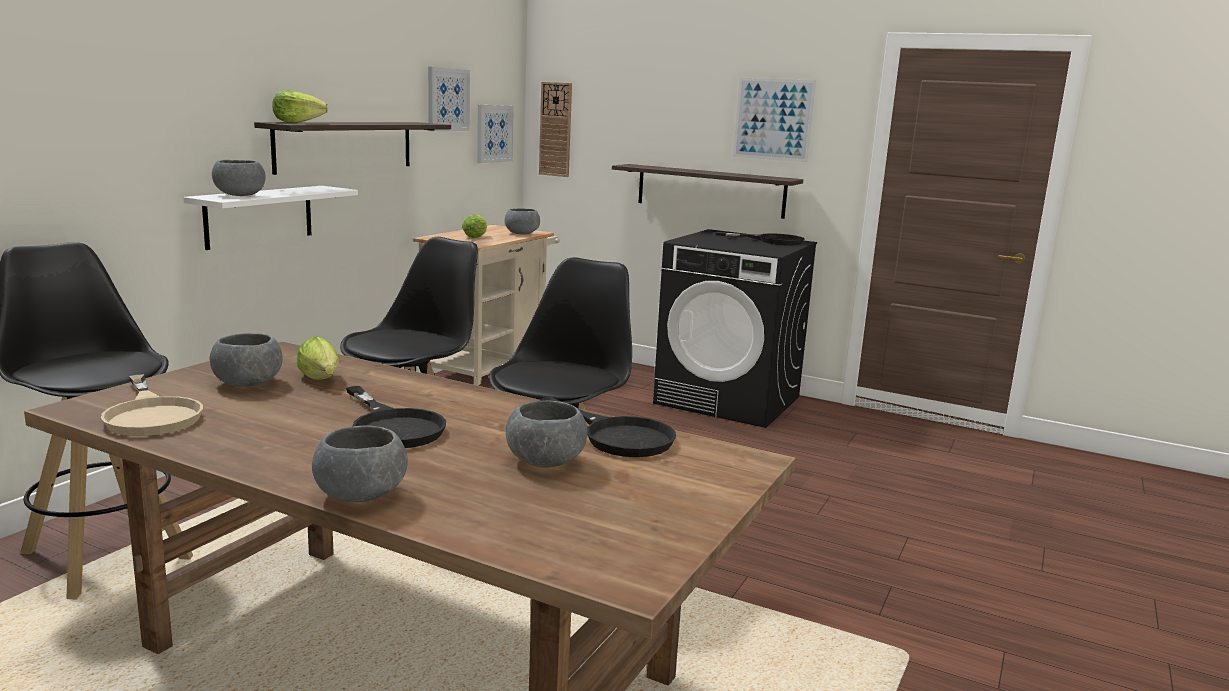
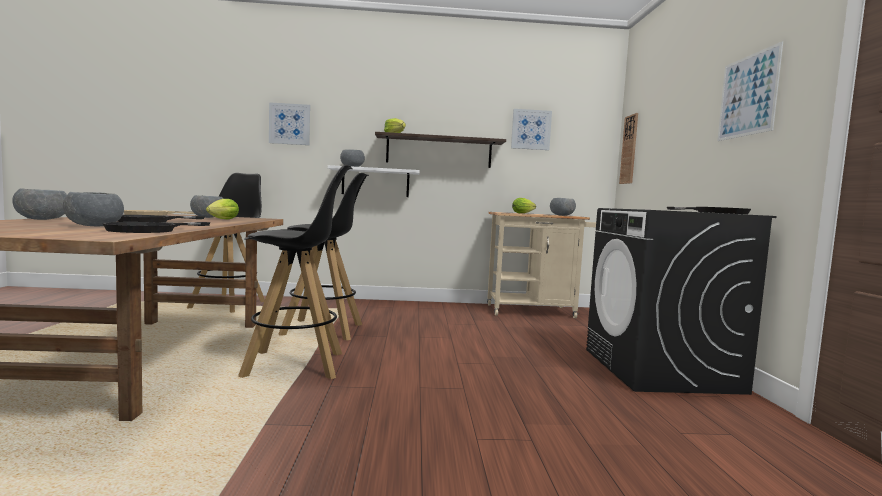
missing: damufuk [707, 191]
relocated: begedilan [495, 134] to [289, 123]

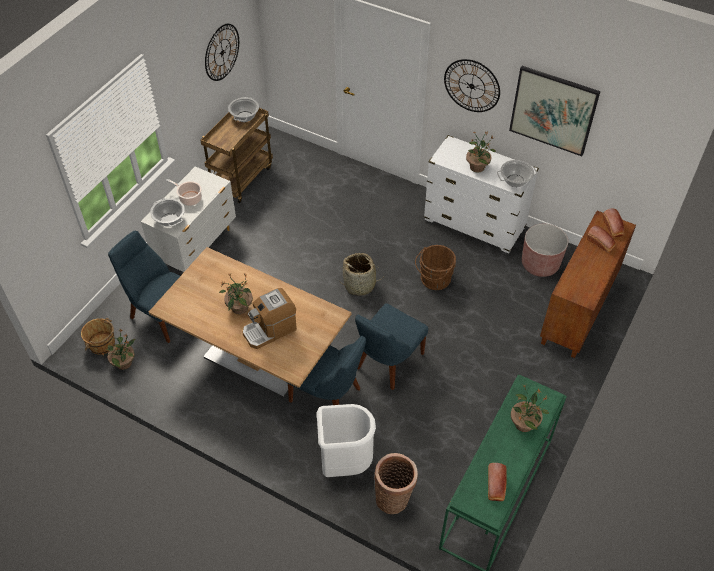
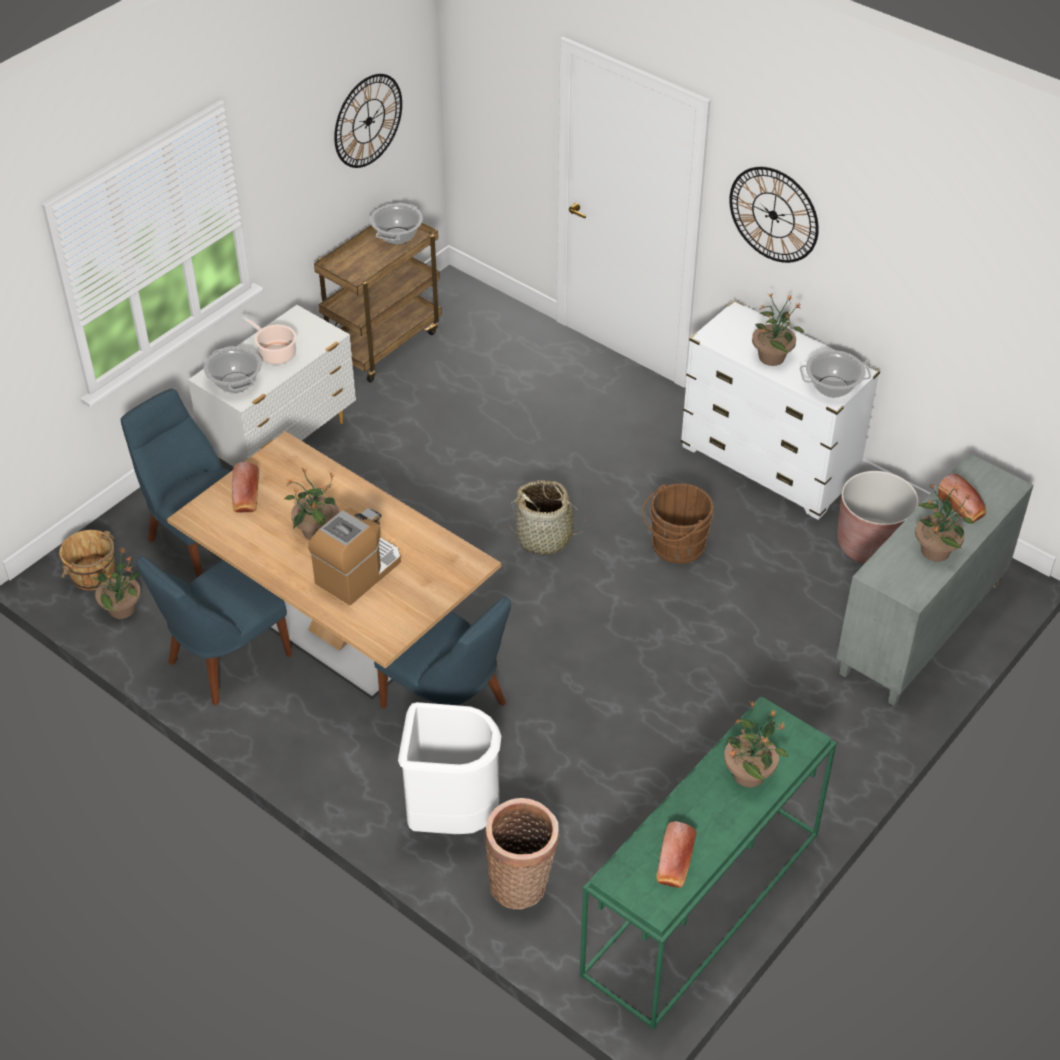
missing: begedilan [554, 111]
appeared: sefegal [944, 522]
relocated: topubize [614, 223] to [245, 487]; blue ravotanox [391, 346] to [214, 631]
colour: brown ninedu [588, 284] to grey ninedu [934, 579]
spun: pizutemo [269, 318] = [354, 556] 150 degrees clockwise

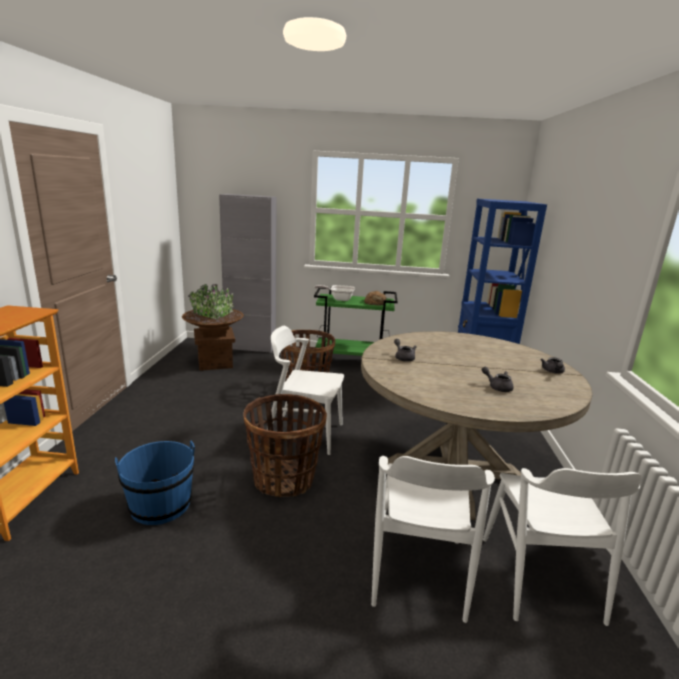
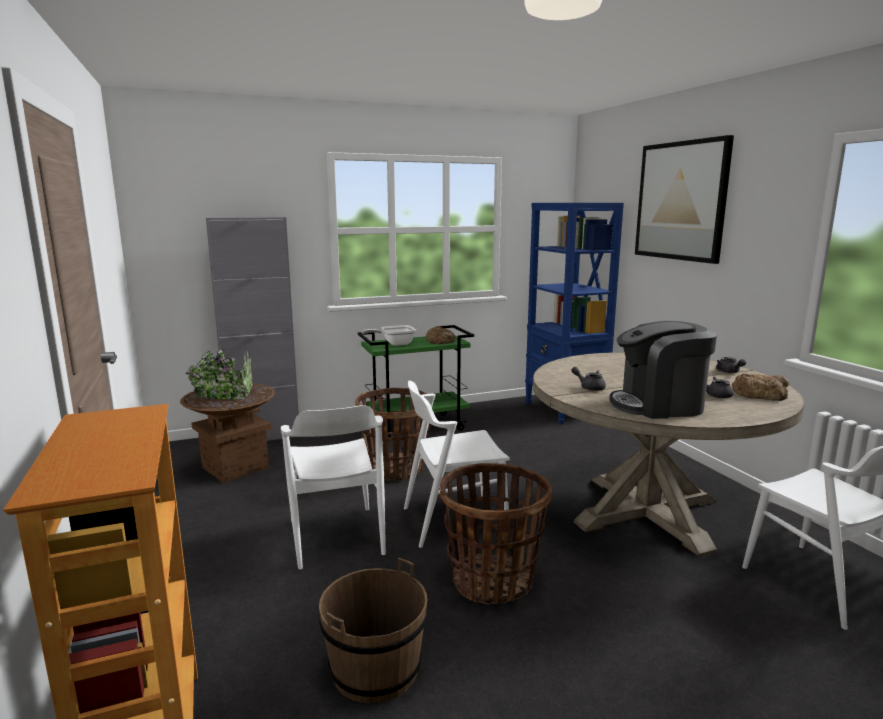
appeared: begedilan [684, 199]; pizutemo [663, 370]; topubize [760, 387]
relocated: white ravotanox [433, 539] to [333, 487]
colour: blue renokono [155, 482] to brown renokono [373, 630]

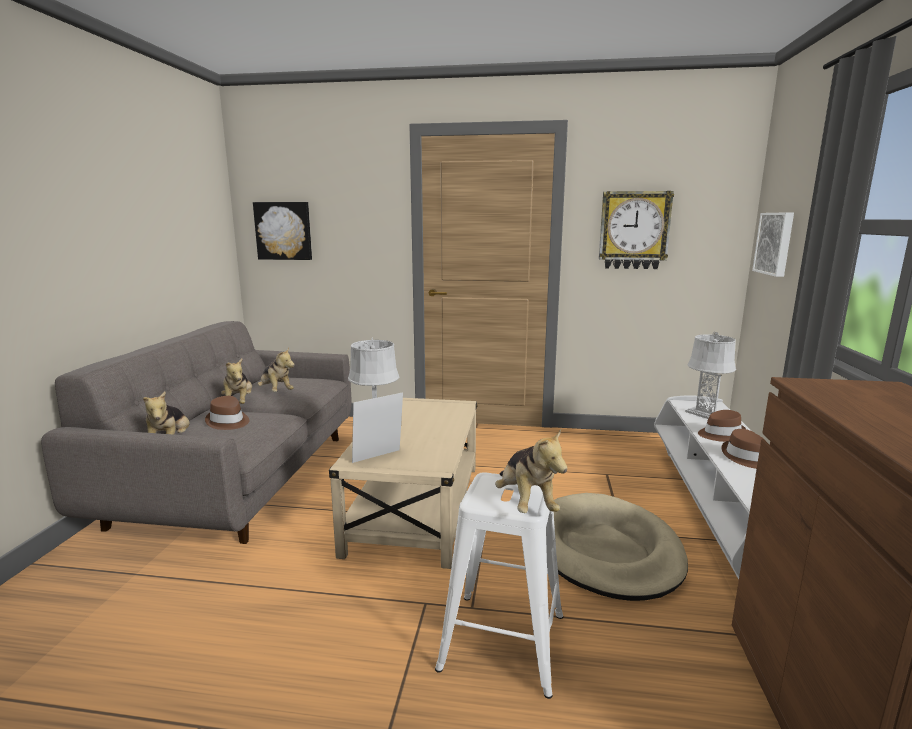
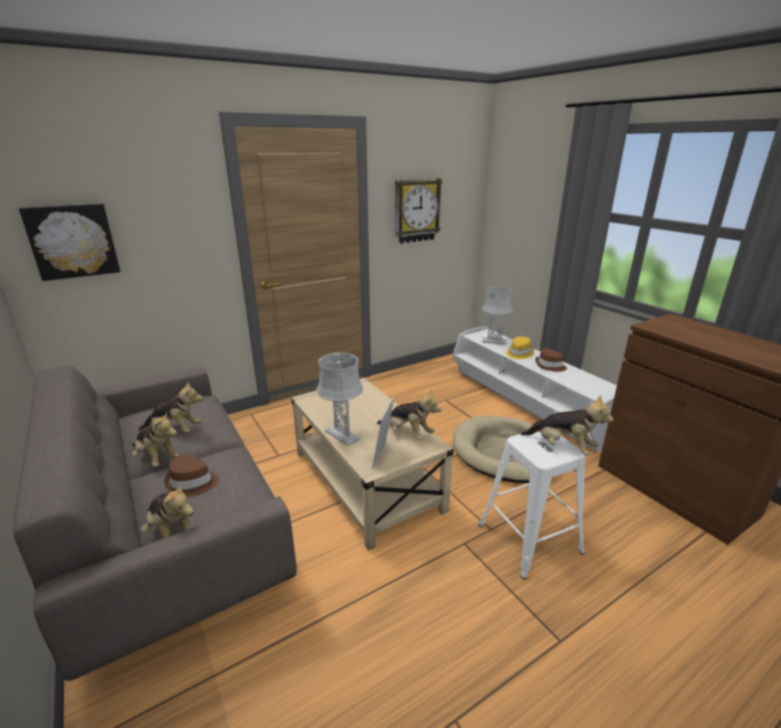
missing: begedilan [773, 244]
appeared: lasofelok [409, 414]
colour: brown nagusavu [722, 426] to yellow nagusavu [520, 347]

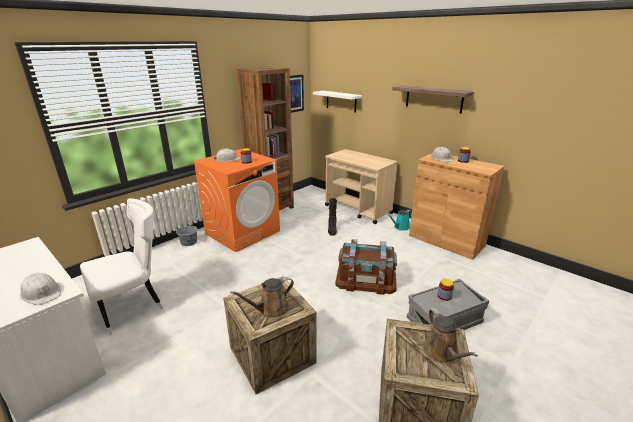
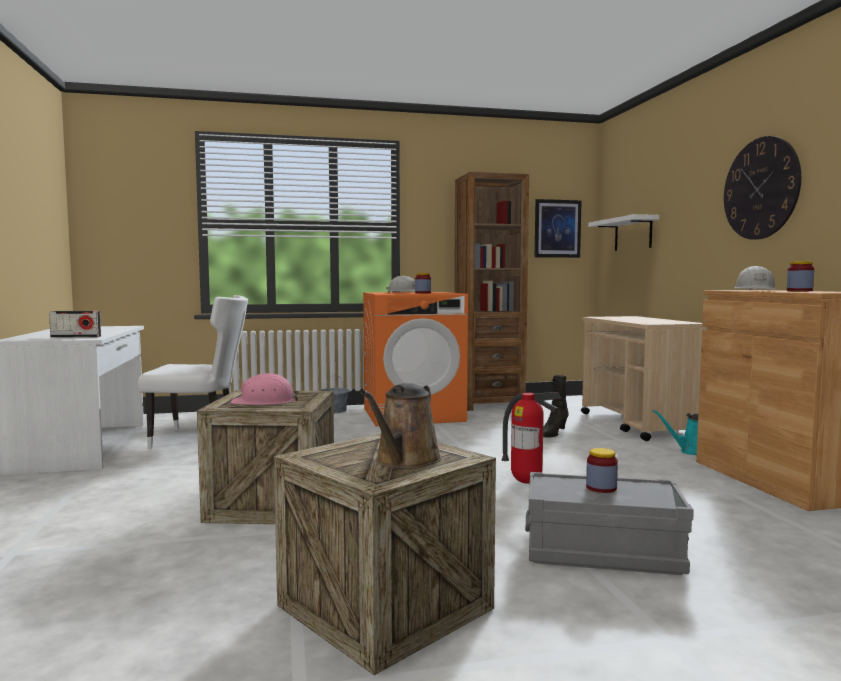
exchanged: damufuk [432, 99] to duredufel [762, 188]; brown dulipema [366, 267] to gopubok [531, 437]; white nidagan [40, 289] to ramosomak [75, 324]; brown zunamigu [262, 297] to pink nidagan [265, 389]

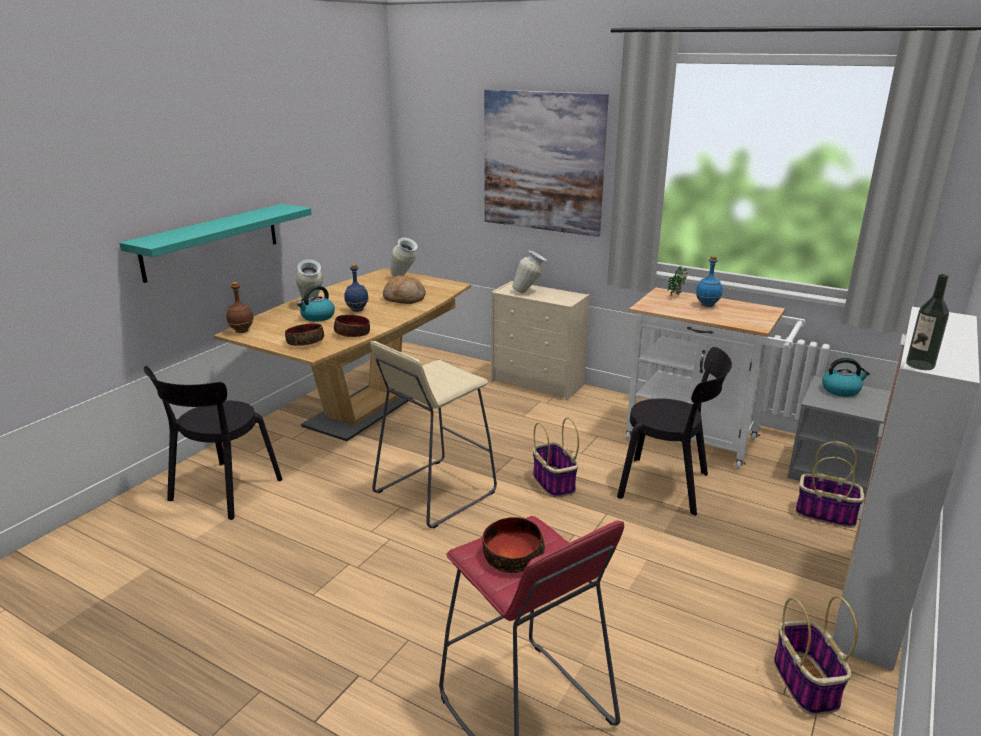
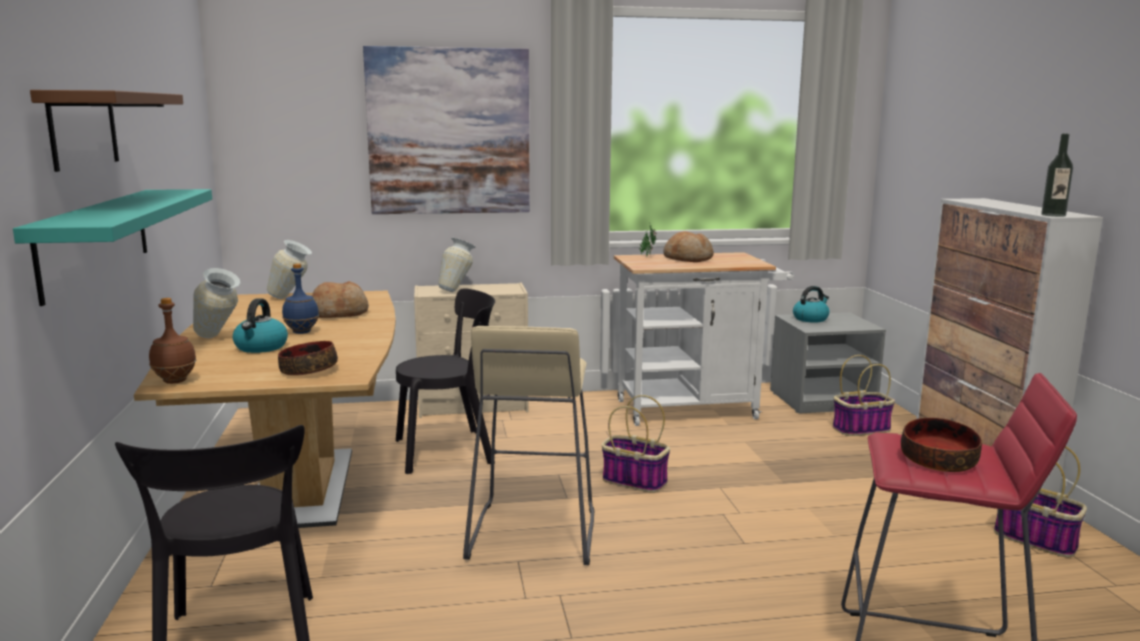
missing: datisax [352, 326]
appeared: brown damufuk [106, 131]
relocated: black ravotanox [674, 431] to [445, 381]
exchanged: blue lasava [709, 281] to topubize [688, 246]

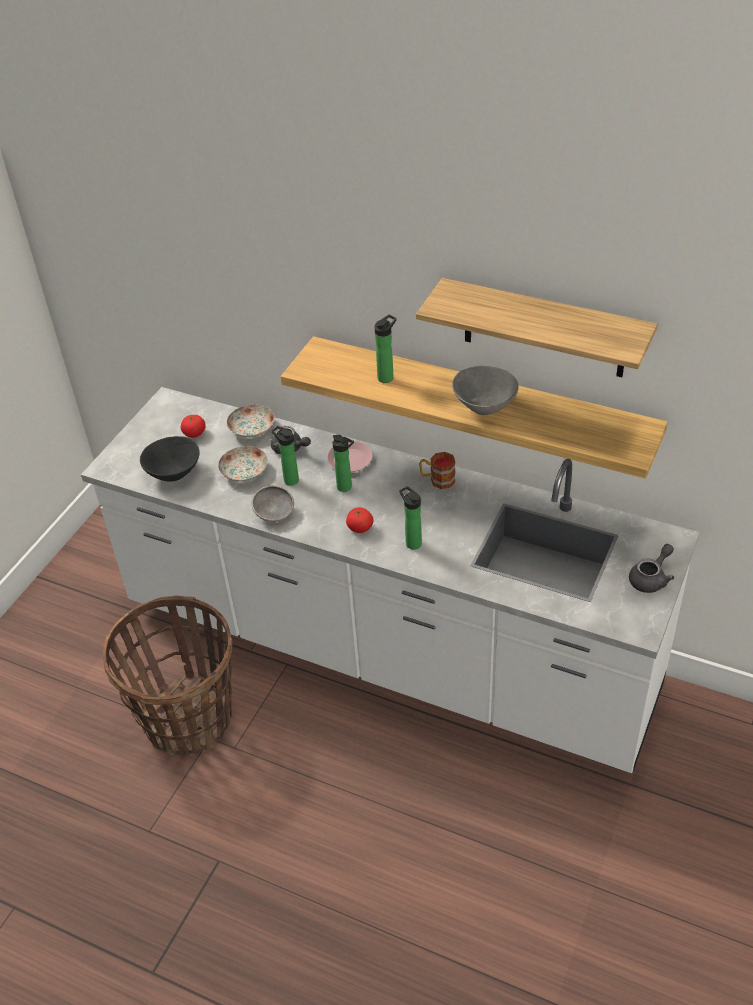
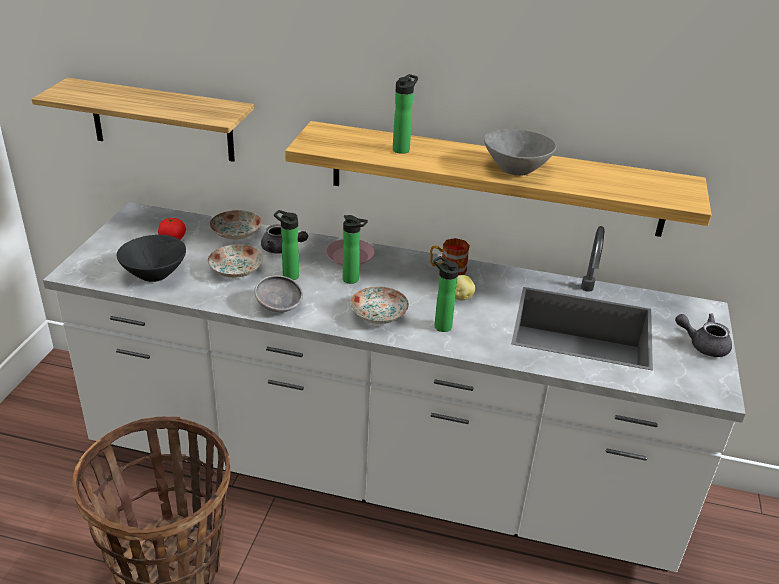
appeared: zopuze [465, 288]
relocated: damufuk [537, 327] to [143, 120]
exchanged: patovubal [360, 520] to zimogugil [379, 305]
spun: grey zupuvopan [651, 568] = [703, 335] 105 degrees counterclockwise

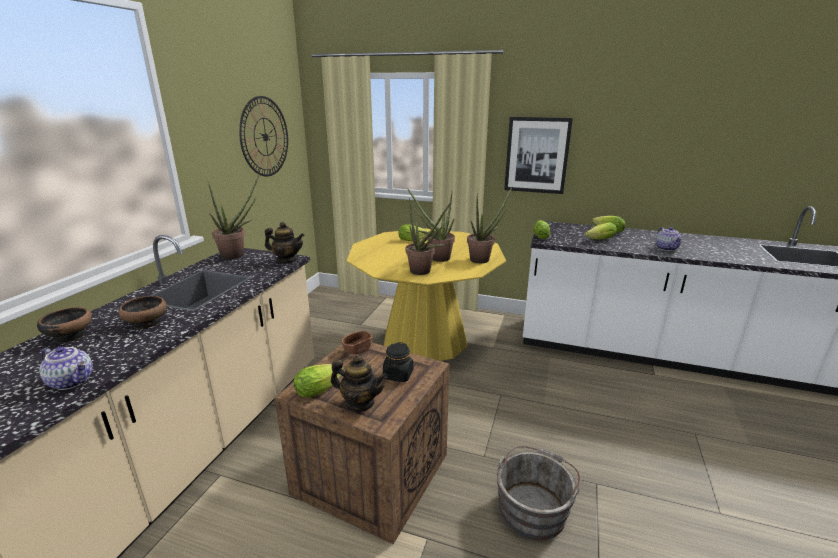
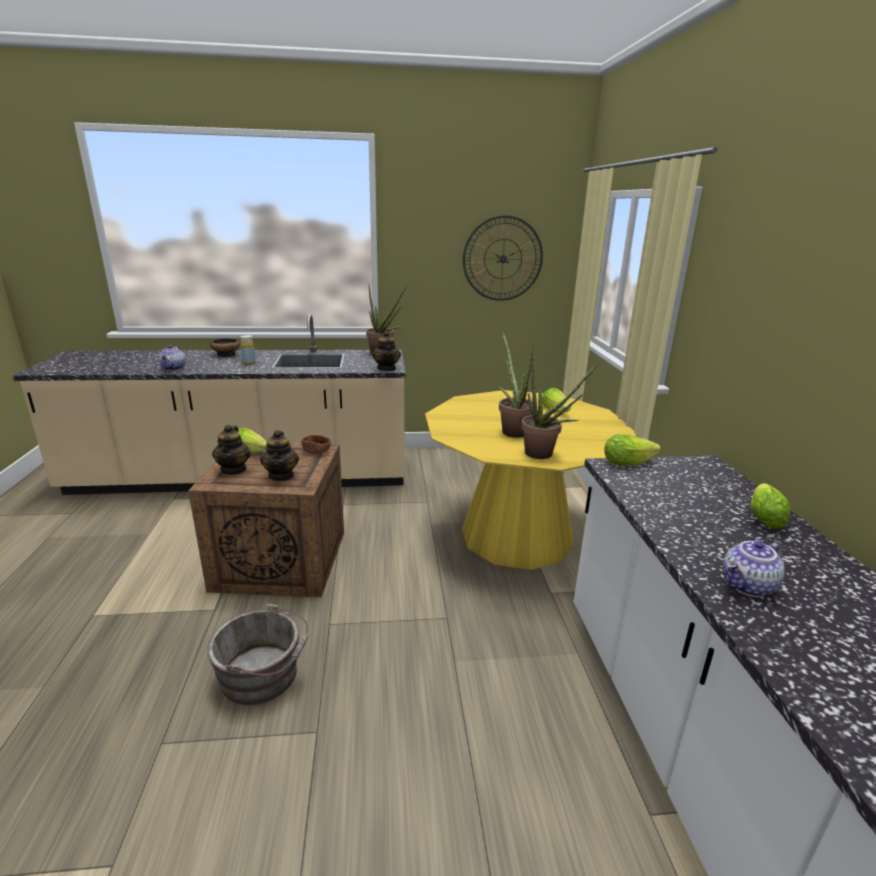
missing: begedilan [538, 155]; sefegal [428, 236]; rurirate [601, 230]
exchanged: datisax [142, 312] to yellow lasava [248, 350]; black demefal [398, 362] to zupuvopan [279, 455]

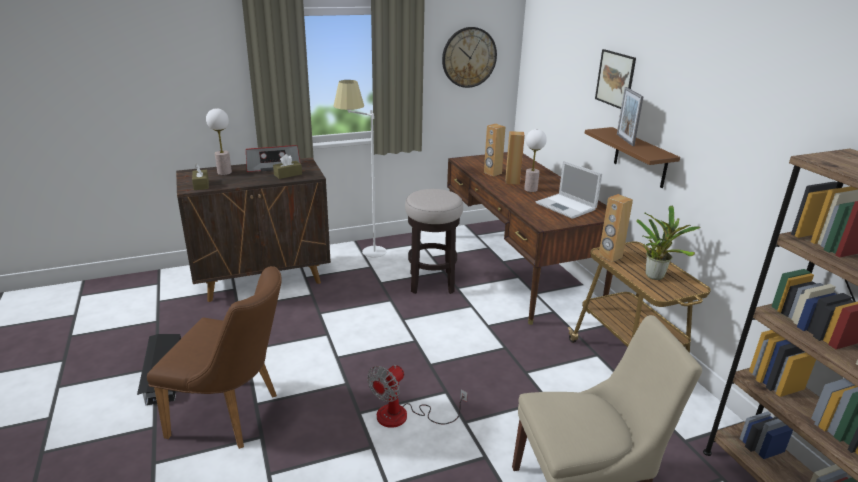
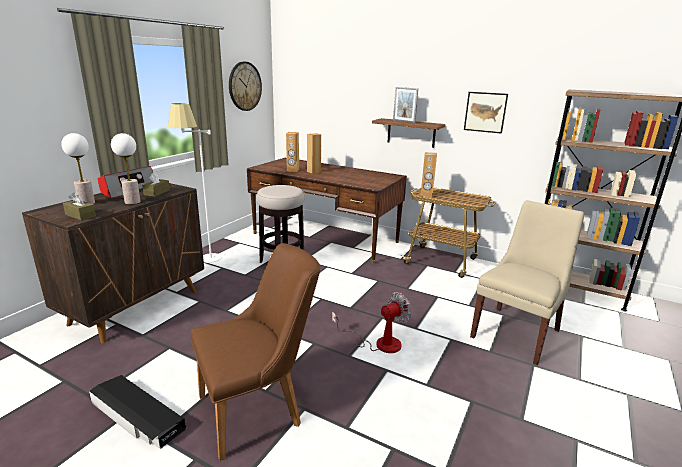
missing: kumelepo [569, 190]; sefegal [668, 243]
relocated: begedilan [615, 79] to [486, 113]; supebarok [535, 160] to [126, 169]
spun: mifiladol [417, 396] = [372, 322] 120 degrees counterclockwise

